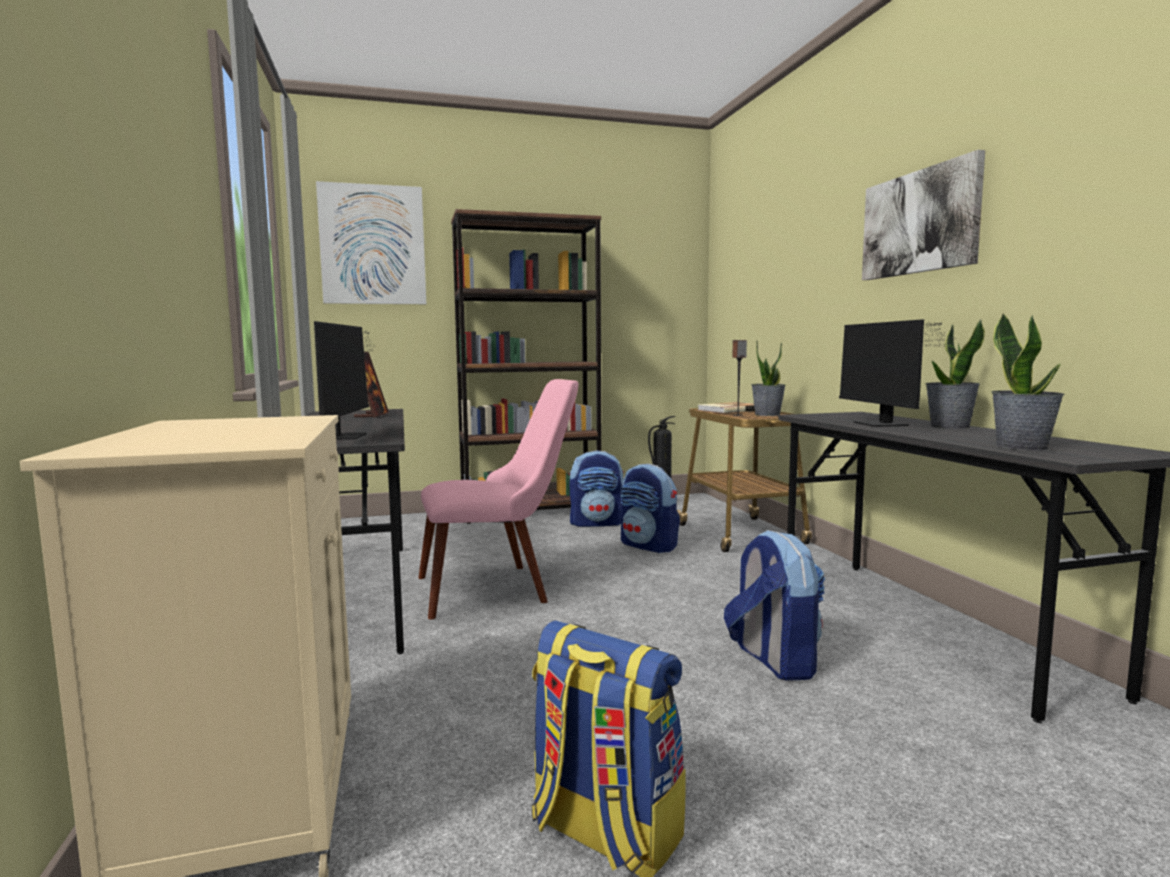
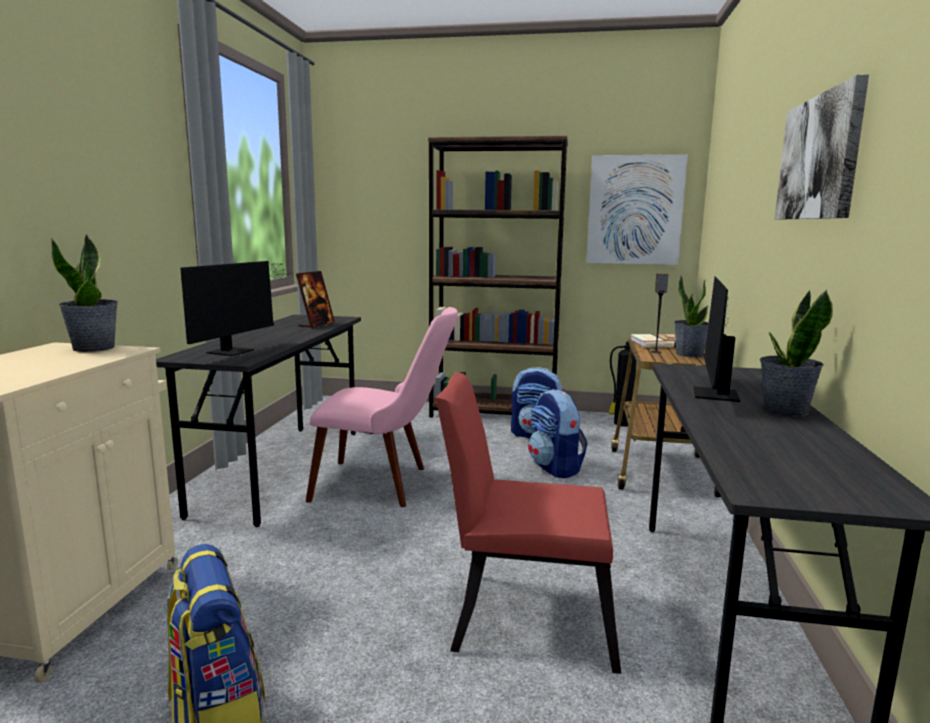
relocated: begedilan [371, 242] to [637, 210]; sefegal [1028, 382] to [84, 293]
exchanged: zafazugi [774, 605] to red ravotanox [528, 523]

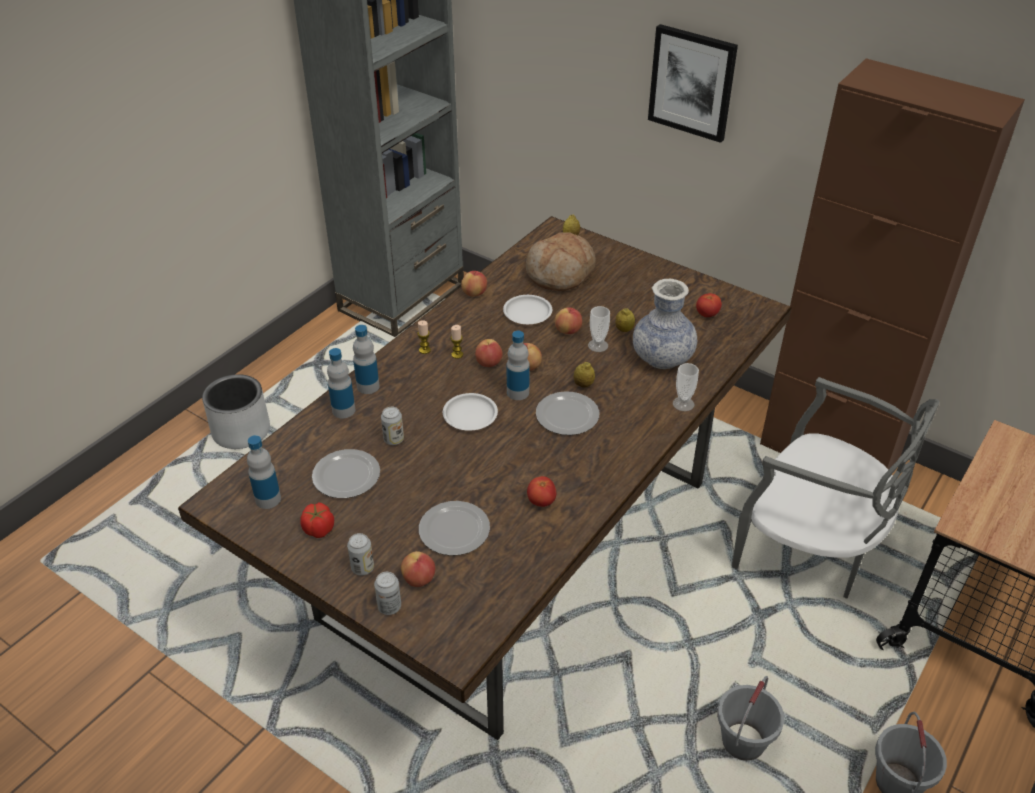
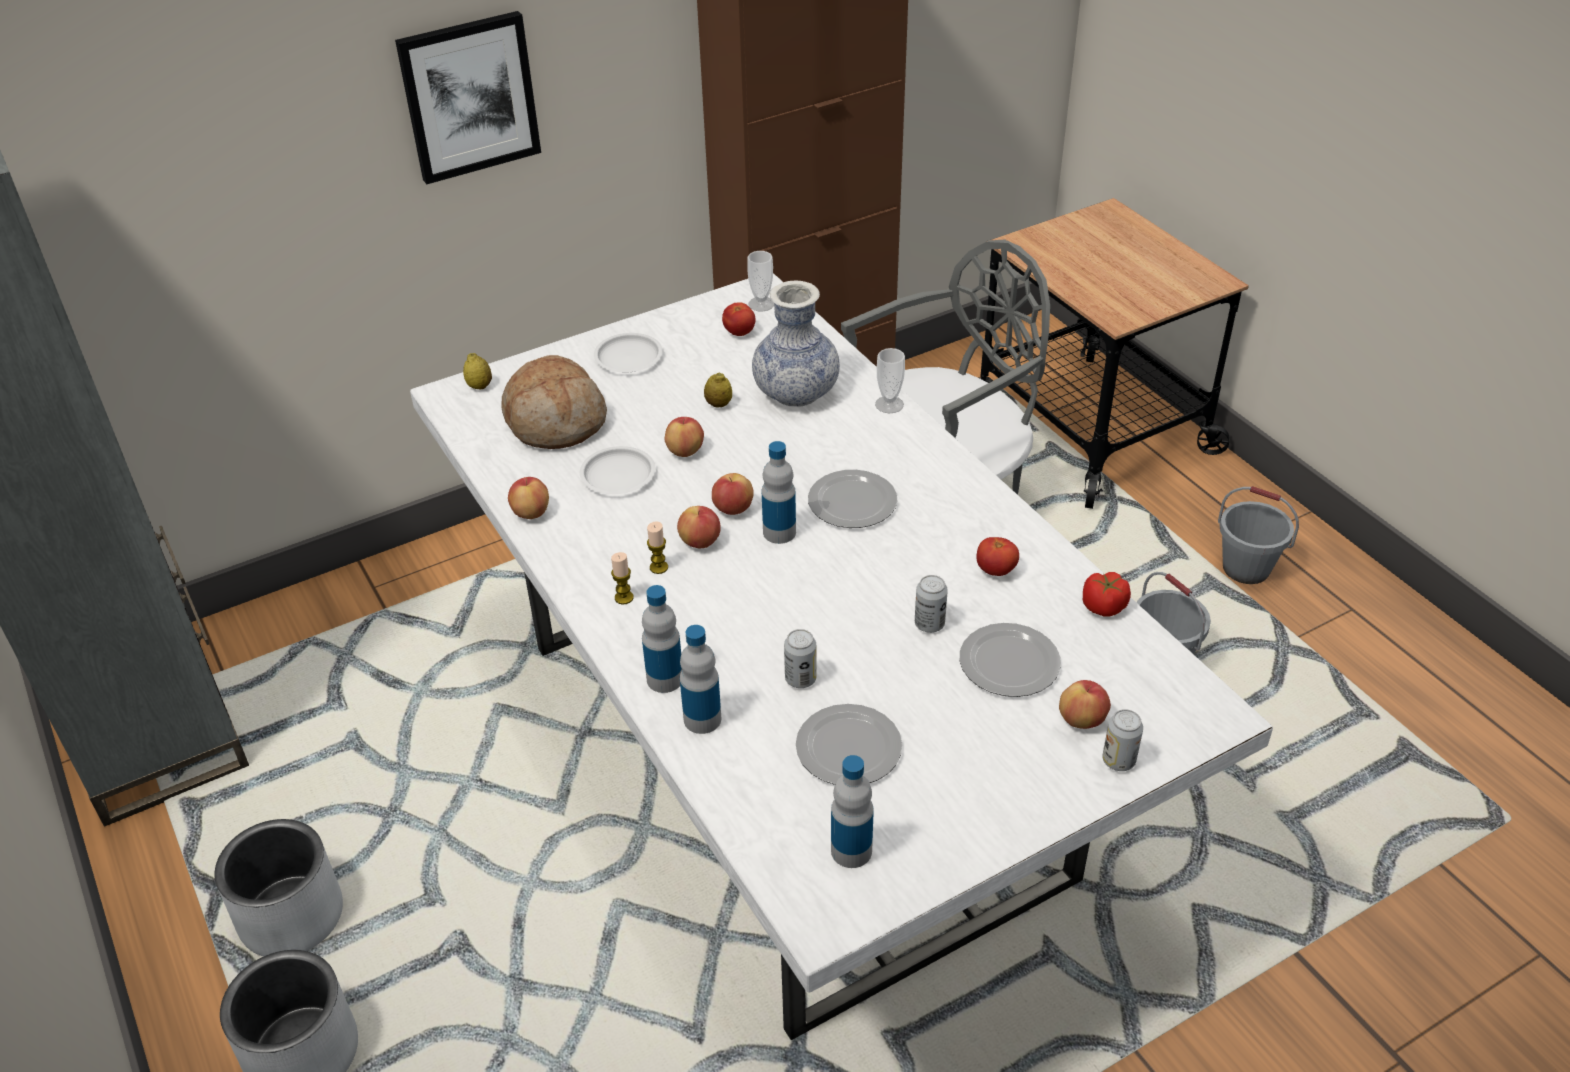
missing: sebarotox [584, 375]
appeared: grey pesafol [278, 887]
relocated: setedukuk [599, 329] to [760, 281]; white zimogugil [470, 412] to [628, 353]; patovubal [317, 520] to [1107, 594]; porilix [360, 554] to [931, 604]
colour: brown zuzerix [485, 478] to white zuzerix [841, 656]

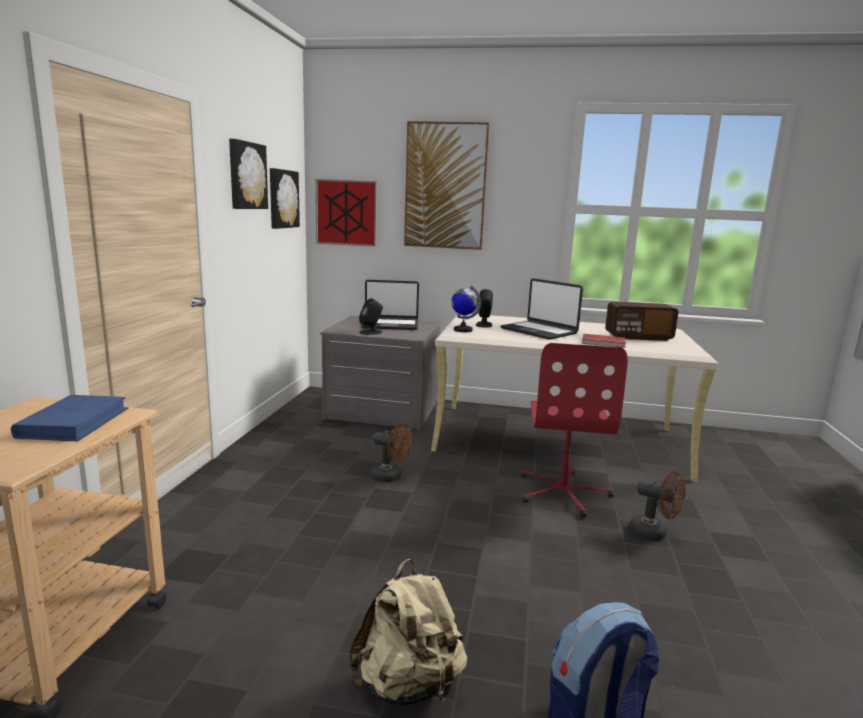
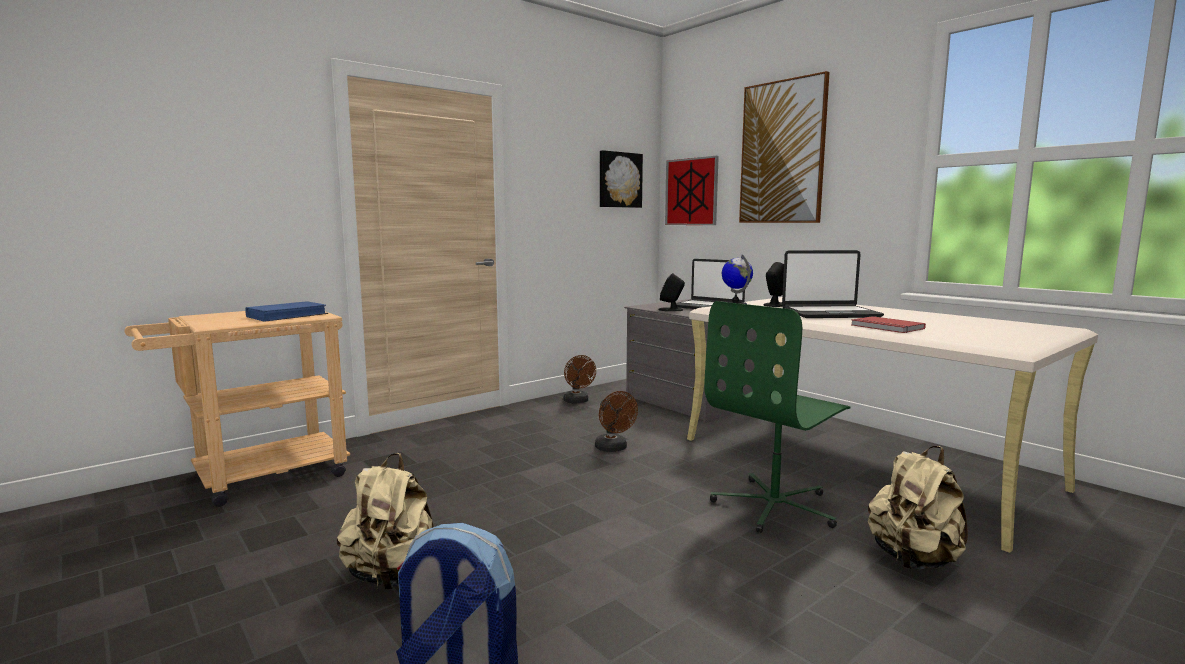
missing: begedilan [248, 174]; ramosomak [641, 321]
appeared: beige zafazugi [918, 508]
relocated: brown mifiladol [657, 506] to [579, 379]
colour: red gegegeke [574, 430] to green gegegeke [777, 417]
spun: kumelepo [541, 309] = [833, 284] 90 degrees counterclockwise

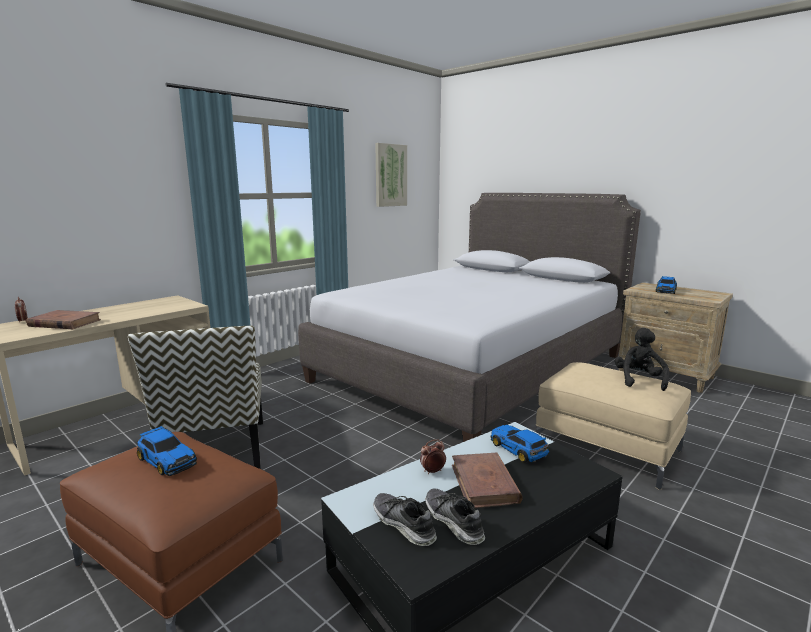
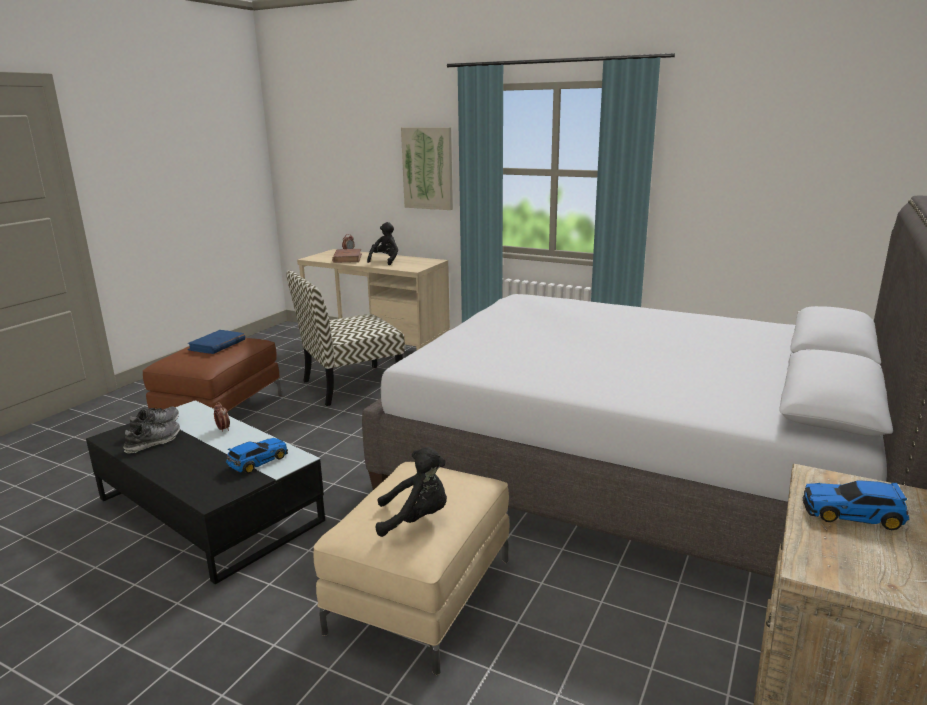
missing: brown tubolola [487, 480]
appeared: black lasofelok [382, 243]
relocated: begedilan [391, 175] to [427, 168]
exchanged: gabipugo [167, 451] to blue tubolola [216, 342]

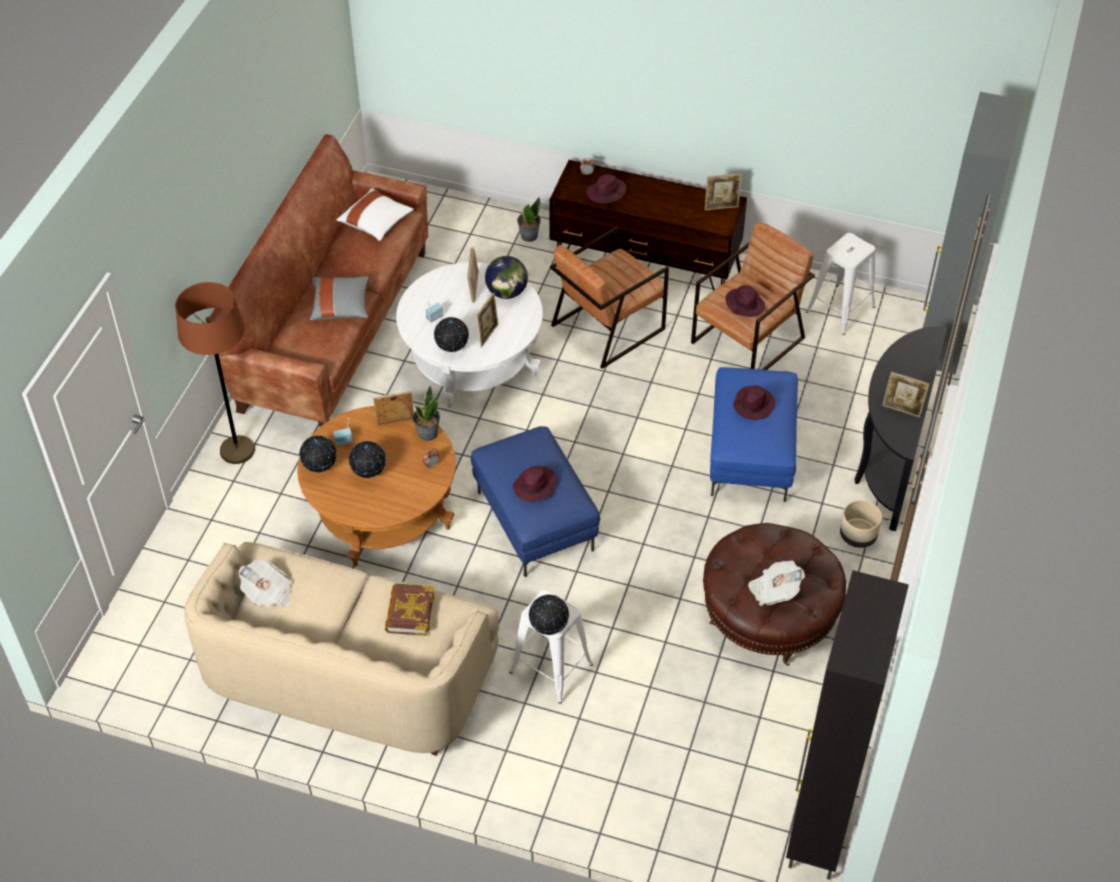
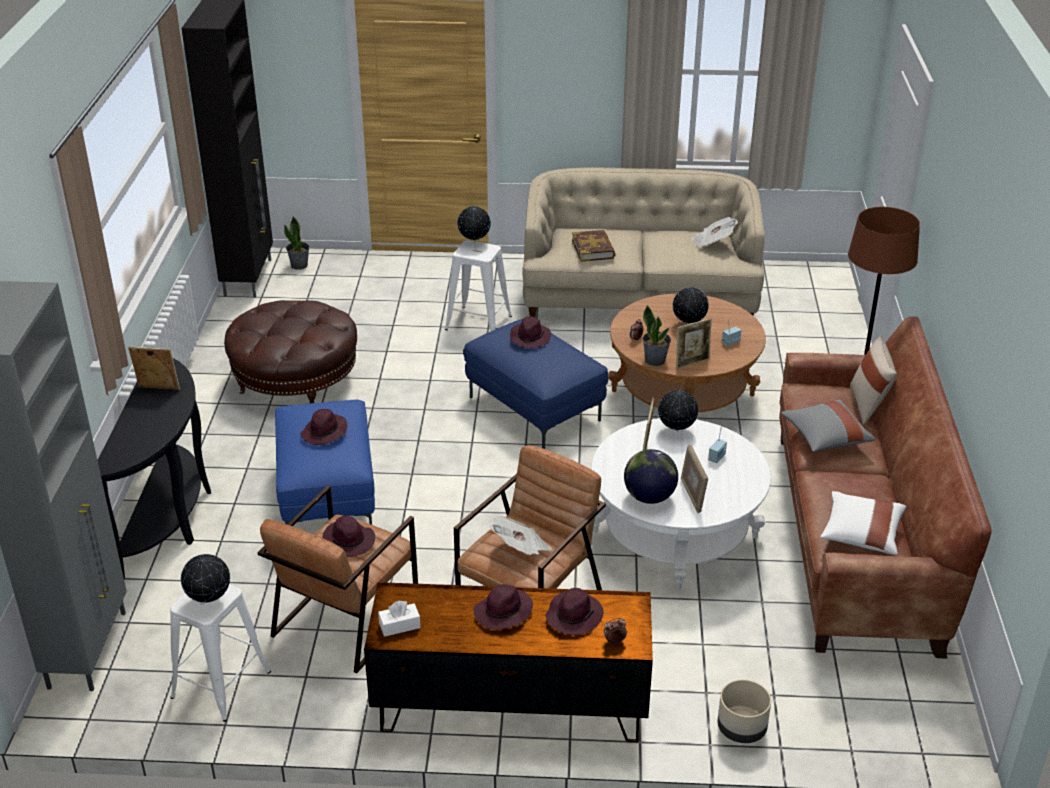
appeared: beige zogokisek [873, 380]; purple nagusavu [503, 607]
relocated: sefegal [529, 219] to [296, 243]; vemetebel [318, 454] to [205, 578]; beige pesafol [861, 524] to [744, 711]; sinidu [776, 583] to [521, 535]
exchanged: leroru [723, 191] to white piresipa [399, 619]

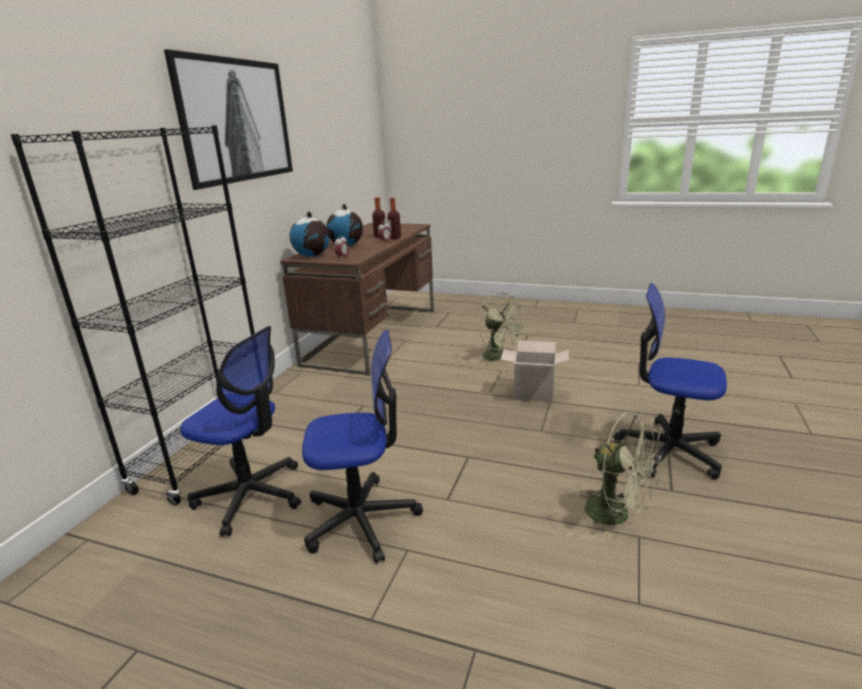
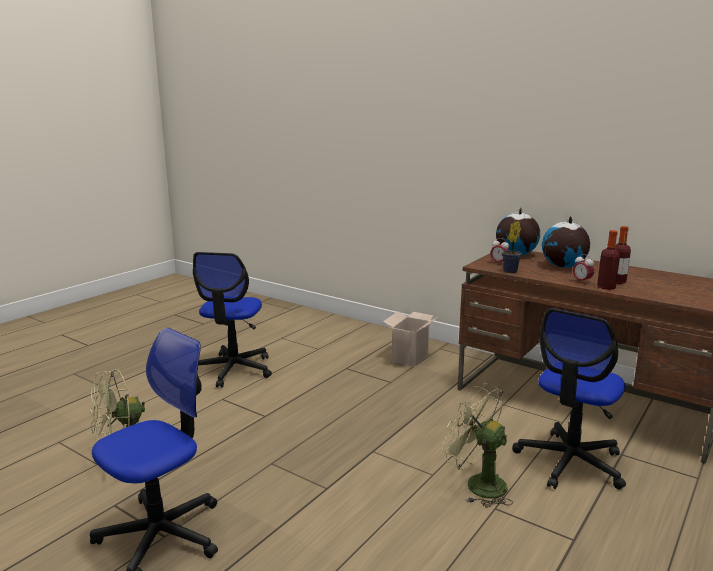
missing: begedilan [228, 119]; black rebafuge [132, 315]
appeared: sefegal [512, 247]
relocated: gegegeke [240, 431] to [569, 399]; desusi [535, 371] to [411, 339]
spun: green mifiladol [503, 328] = [477, 445] 60 degrees clockwise

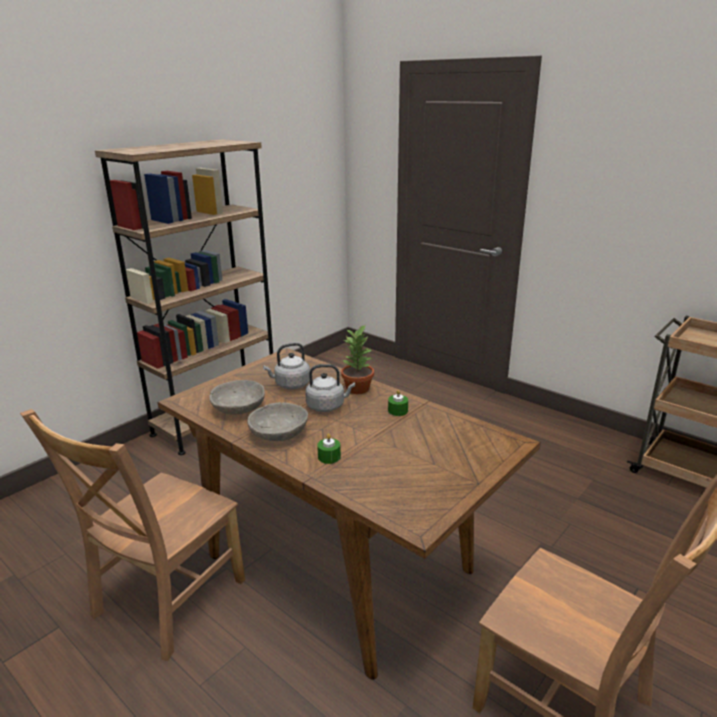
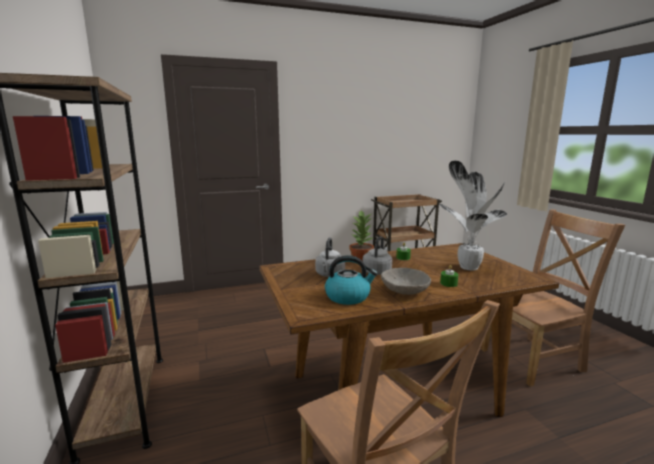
appeared: sefegal [473, 216]
exchanged: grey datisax [237, 397] to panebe [351, 280]

